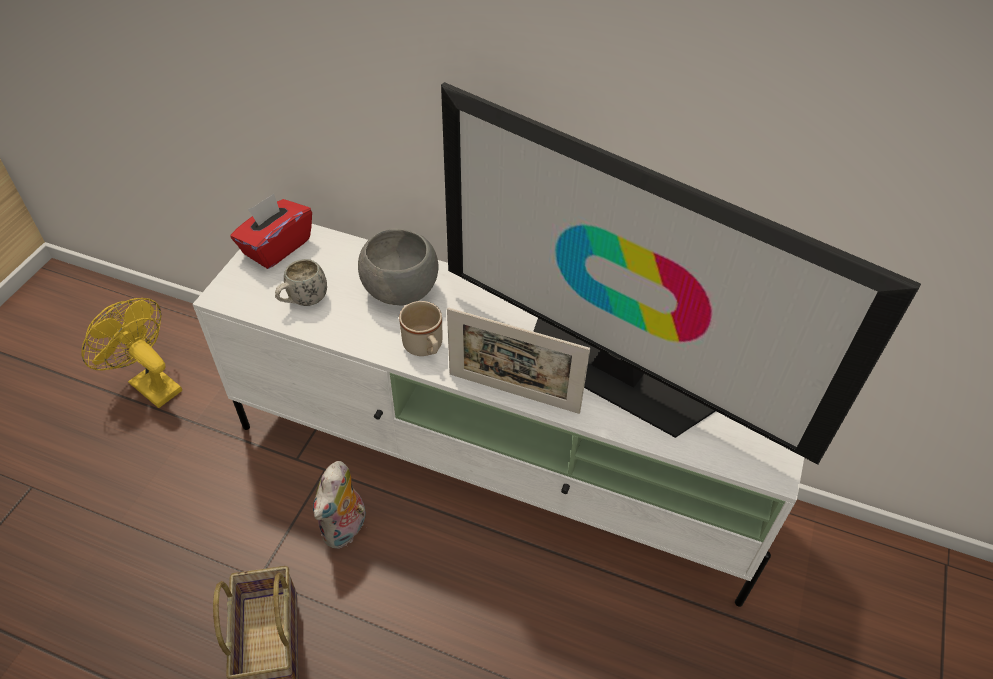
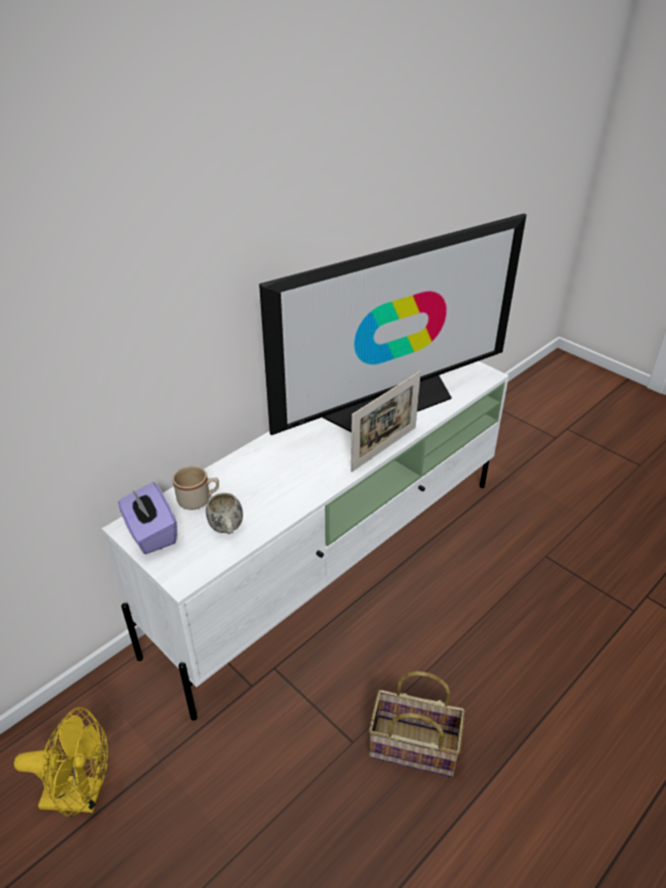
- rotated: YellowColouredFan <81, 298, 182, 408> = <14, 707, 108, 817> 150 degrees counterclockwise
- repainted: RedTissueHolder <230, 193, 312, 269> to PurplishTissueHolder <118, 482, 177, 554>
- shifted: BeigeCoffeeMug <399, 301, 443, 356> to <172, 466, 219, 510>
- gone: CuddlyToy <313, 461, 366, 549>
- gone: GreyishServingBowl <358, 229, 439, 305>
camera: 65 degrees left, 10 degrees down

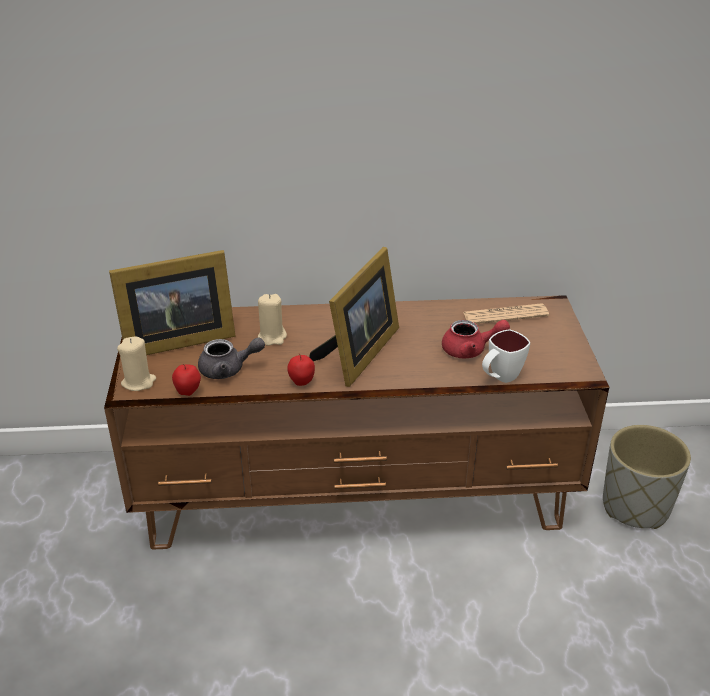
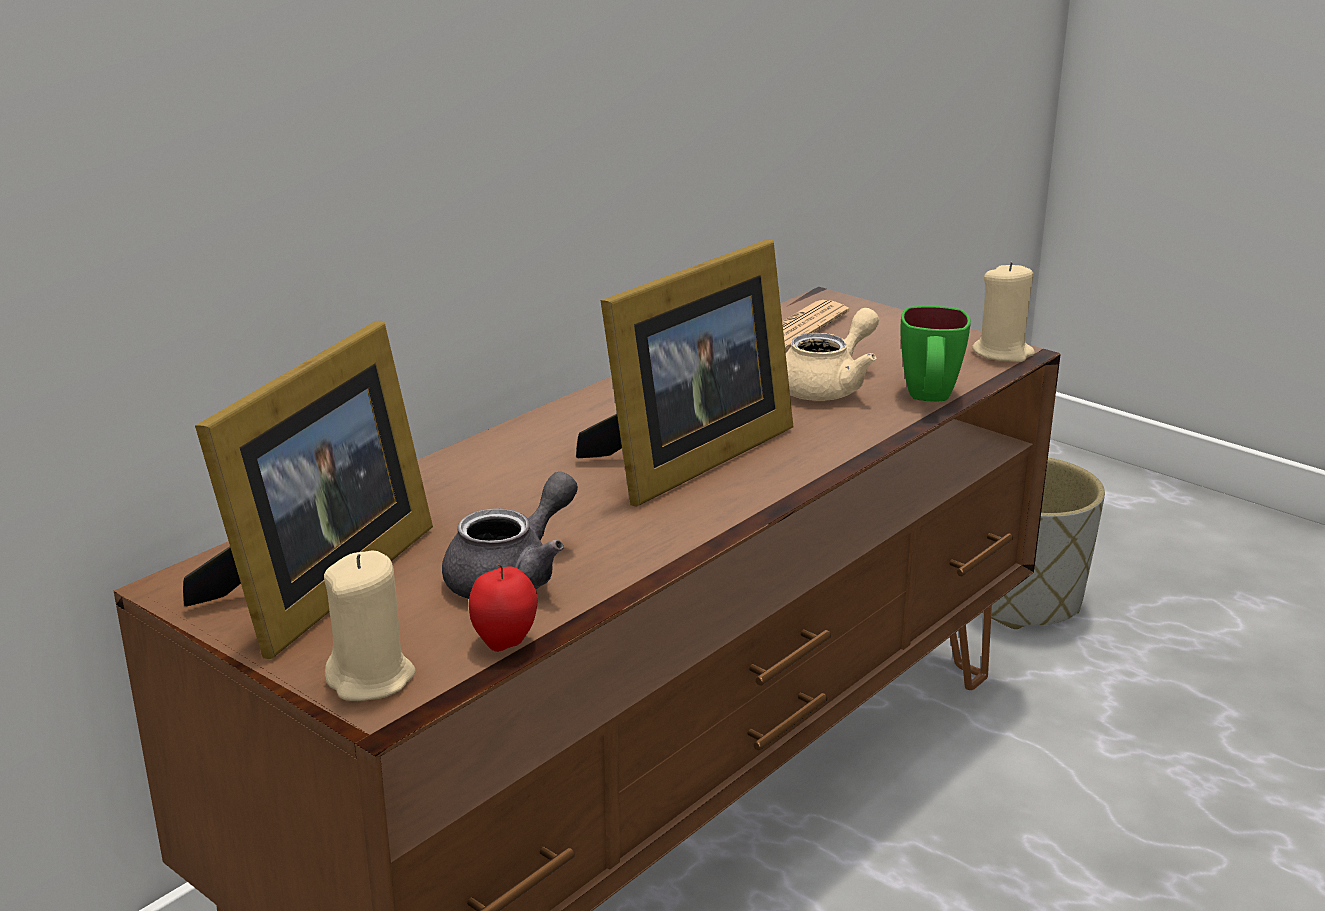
- rotated: PhotoFrame <309, 247, 399, 387> = <576, 239, 793, 506> 60 degrees clockwise
- repainted: RedPotForTea <442, 320, 510, 358> to BeigePotForTea <786, 308, 879, 401>
- repainted: WhitishCoffeeMug <482, 329, 530, 383> to GreenColouredCoffeeMug <901, 306, 971, 401>
- shifted: BeigeCandle <258, 294, 287, 346> to <972, 262, 1035, 362>
- gone: Apple <287, 353, 315, 386>
camera: 45 degrees left, 10 degrees down

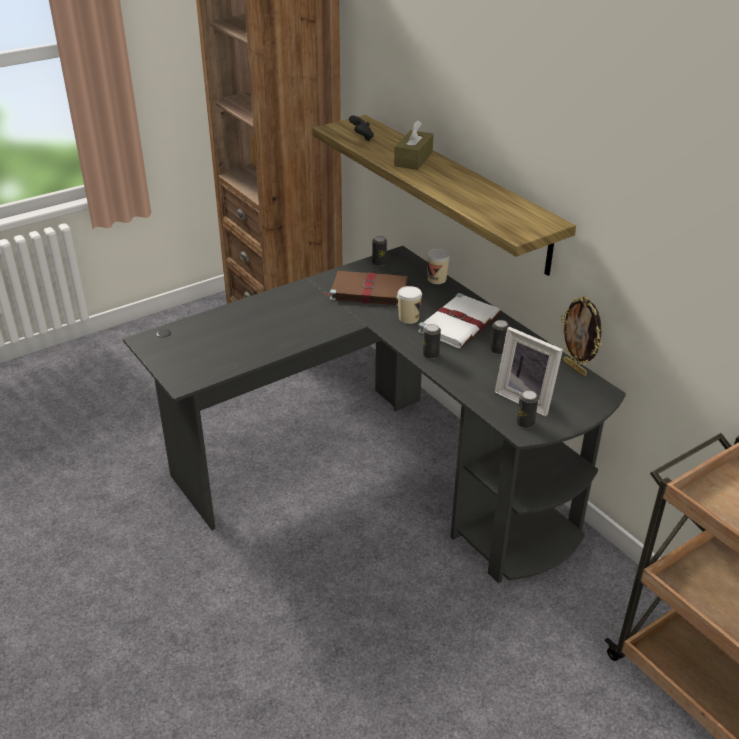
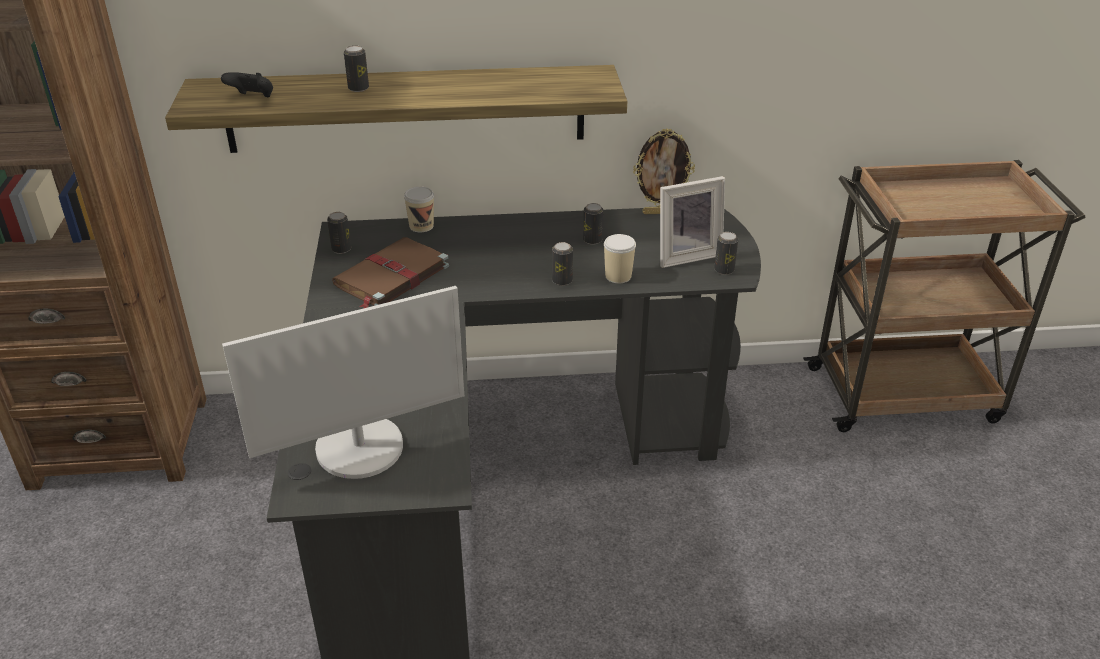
- new: Monitor <222, 286, 464, 479>
- swapped: BrownishTissueHolder <394, 121, 434, 170> to Can <344, 45, 369, 92>
- shifted: DrinkingCup <398, 286, 422, 324> to <604, 234, 636, 283>
- gone: WhitishVolume <418, 293, 501, 348>
camera: 60 degrees left, 0 degrees up

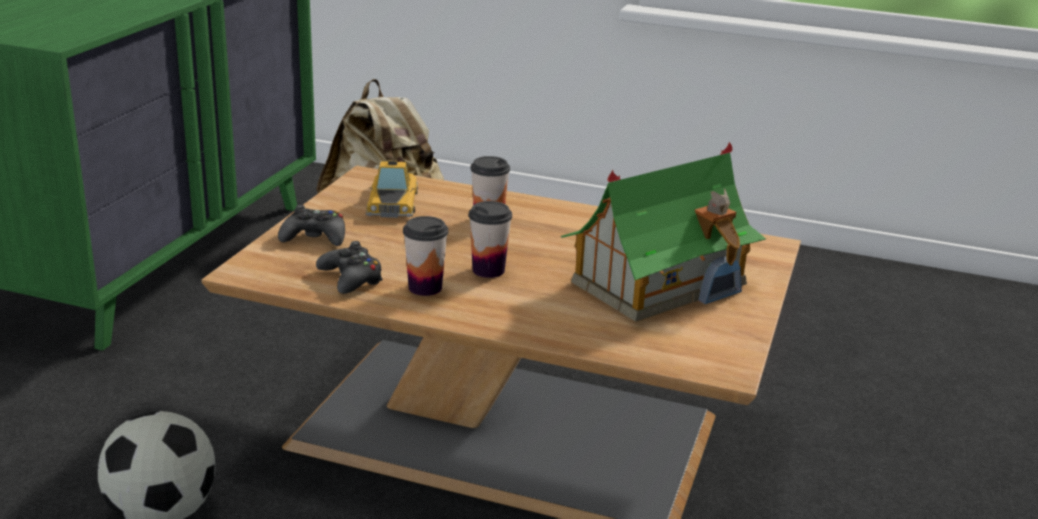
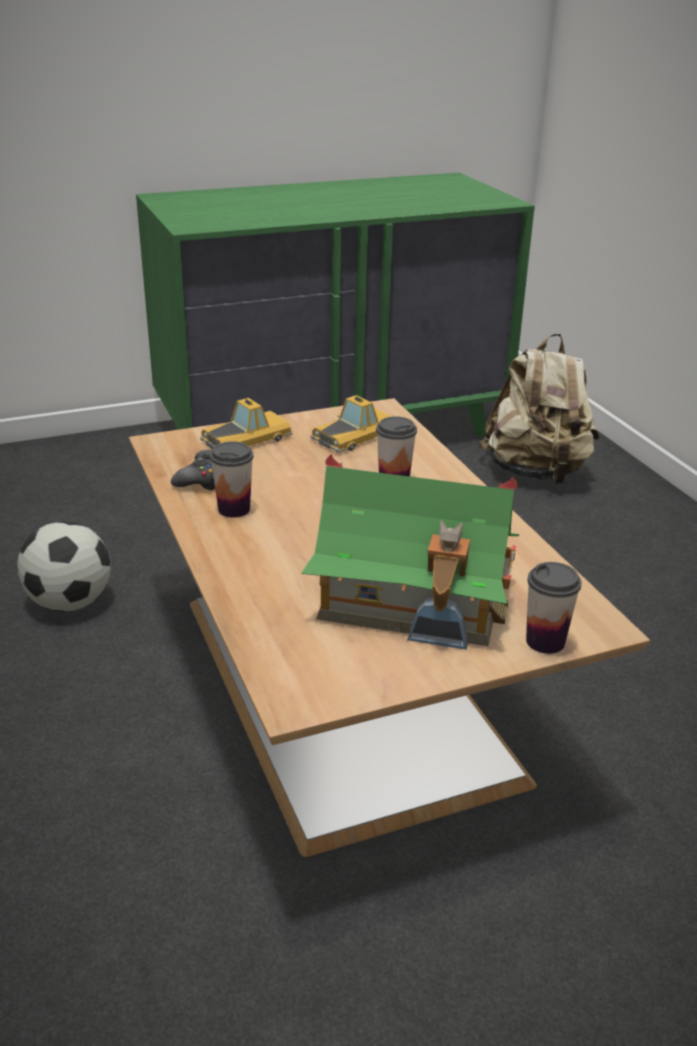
- swapped: BlackishGamepad <278, 205, 345, 246> to ToyCar <200, 398, 293, 450>
- shifted: DrinkingCup <469, 201, 512, 278> to <526, 562, 582, 654>
camera: 50 degrees right, 5 degrees up

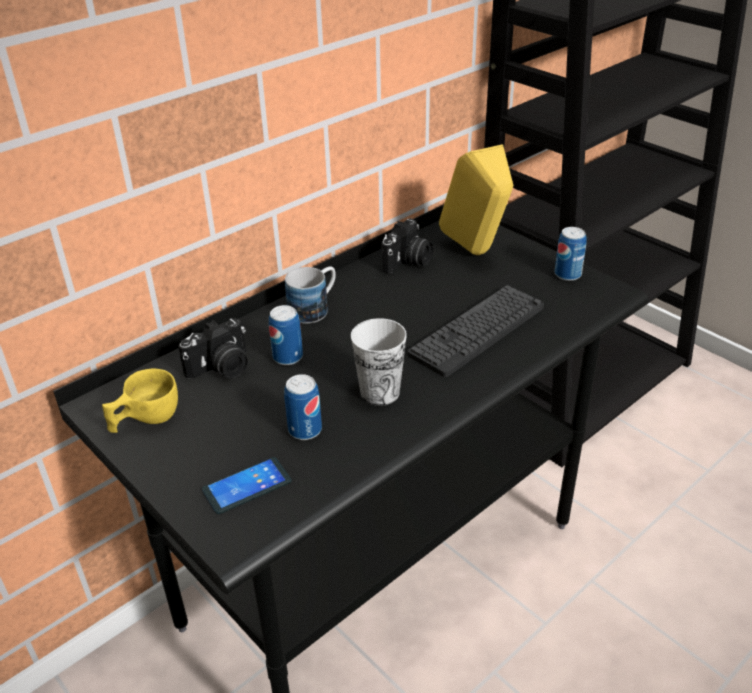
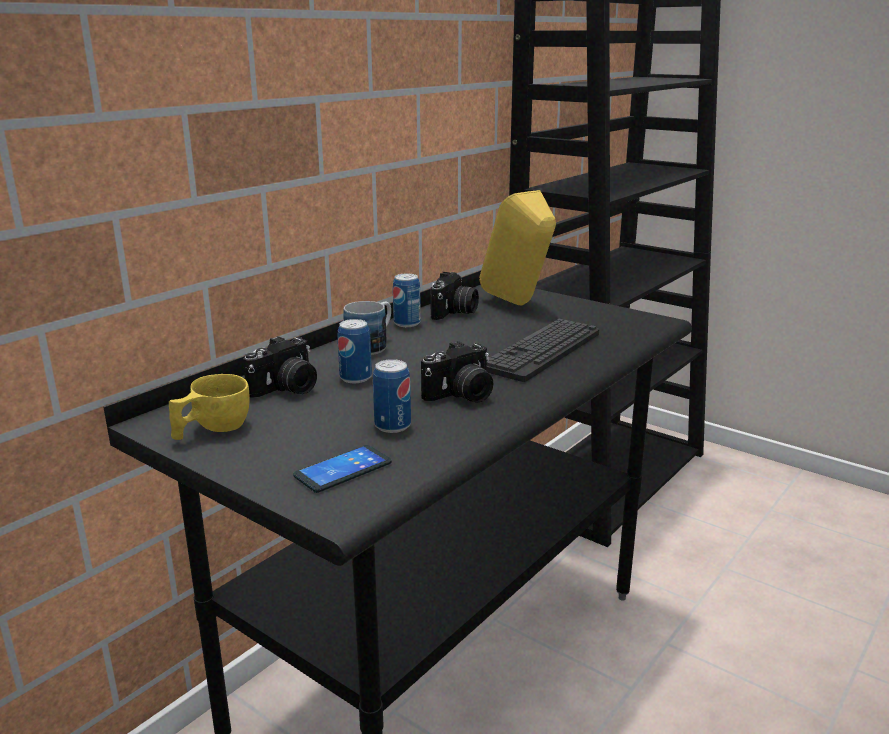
- shifted: Can <555, 227, 587, 281> to <393, 274, 421, 327>
- swapped: DrinkingCup <351, 318, 407, 406> to StillCamera <421, 341, 493, 403>
camera: 10 degrees left, 15 degrees down

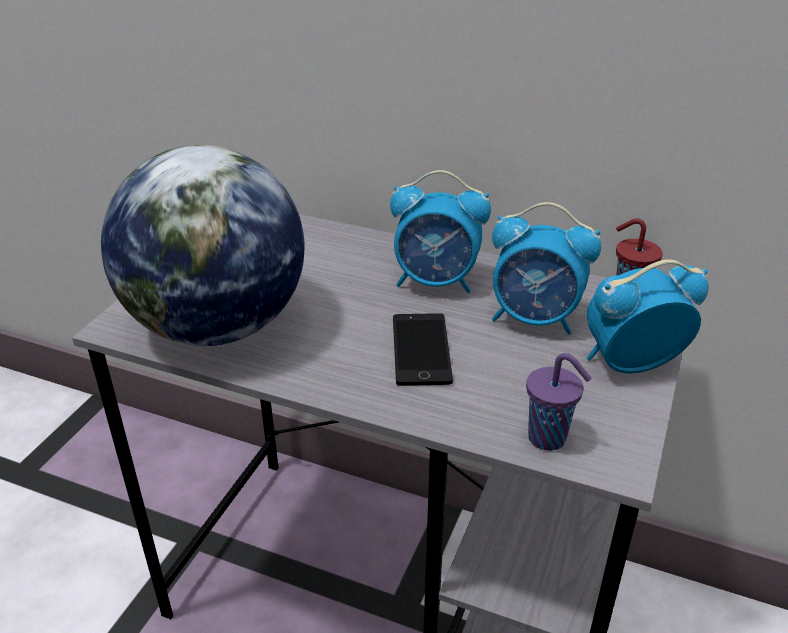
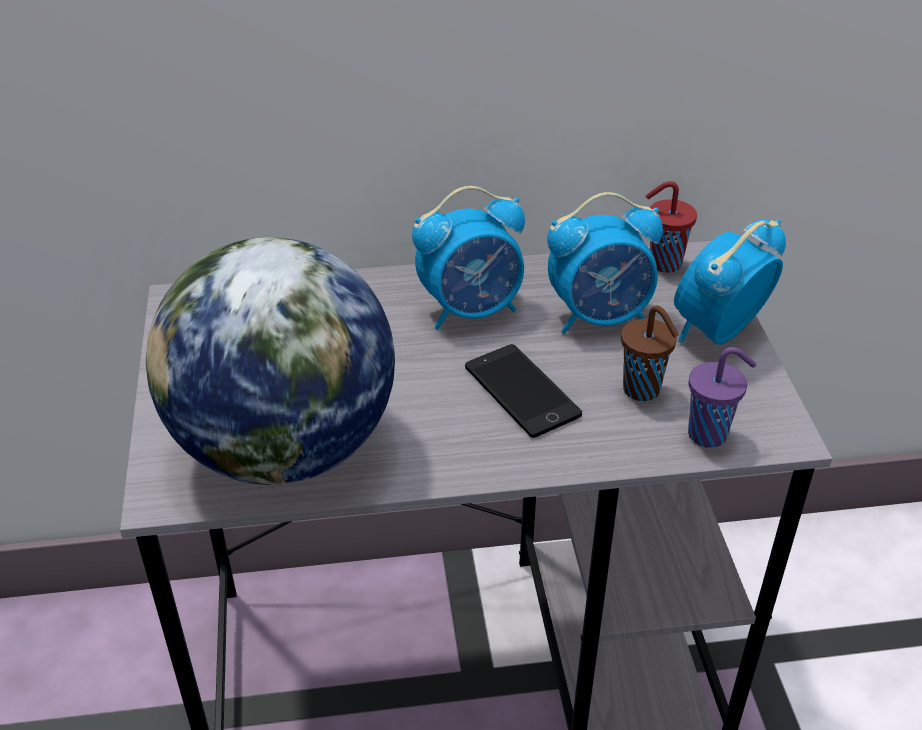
- new: BrownishDrinkingCup <621, 305, 679, 401>
camera: 30 degrees left, 5 degrees up

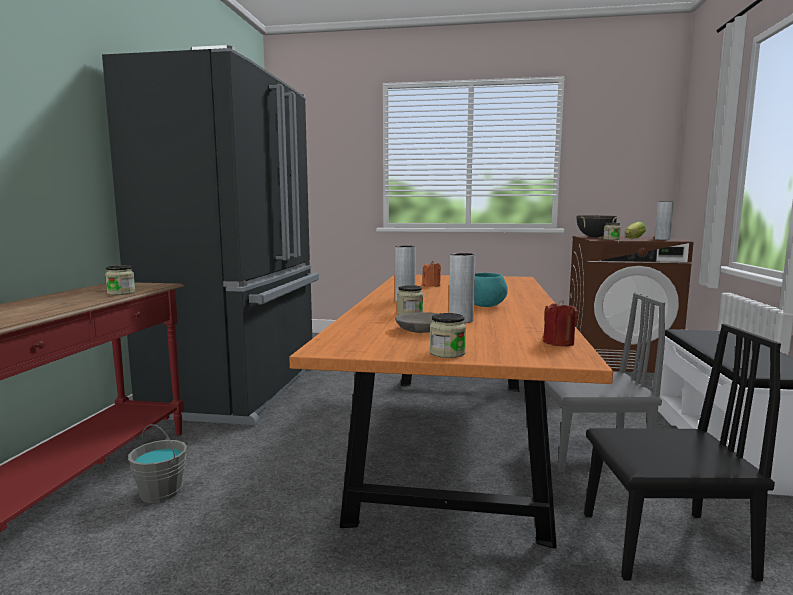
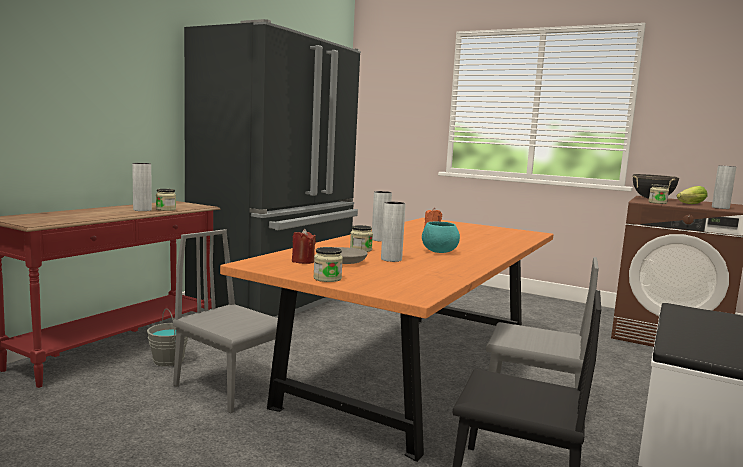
- new: GreyishFlowerVase <132, 163, 152, 211>
- new: GreyishChair <173, 229, 287, 413>
- shifted: RedCandle <543, 300, 578, 346> to <292, 229, 316, 264>
camera: 20 degrees right, 0 degrees up

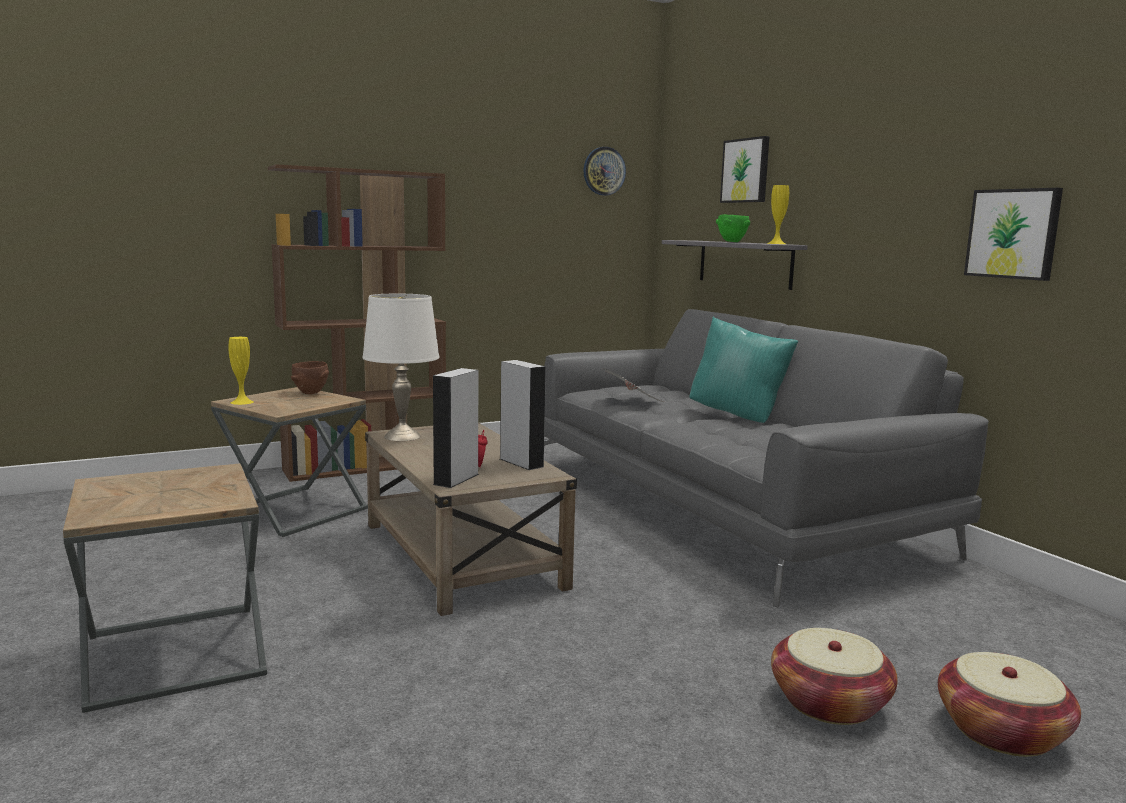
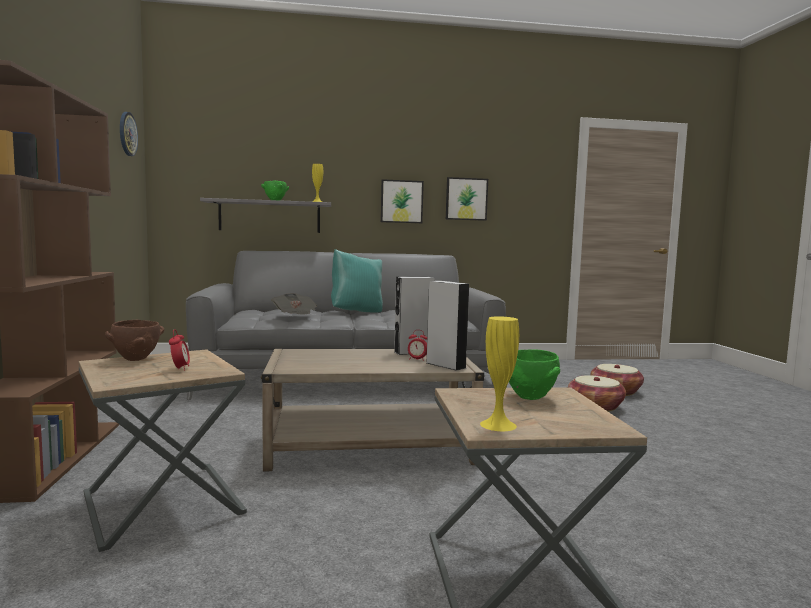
- new: AlarmClock <169, 329, 190, 371>
- shifted: Picture <720, 136, 770, 203> to <381, 179, 424, 223>
- shifted: YellowColouredFlowerVase <228, 337, 254, 405> to <480, 316, 519, 431>
- new: GreenColouredServingBowl <509, 349, 560, 400>
- gone: WhitishLampForATable <362, 294, 440, 441>
camera: 70 degrees left, 5 degrees down

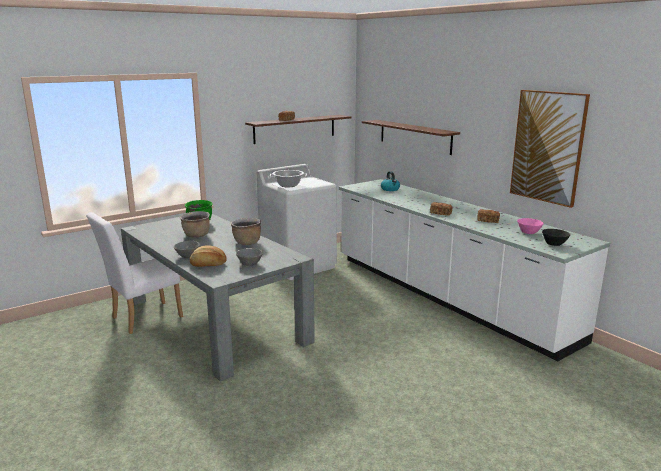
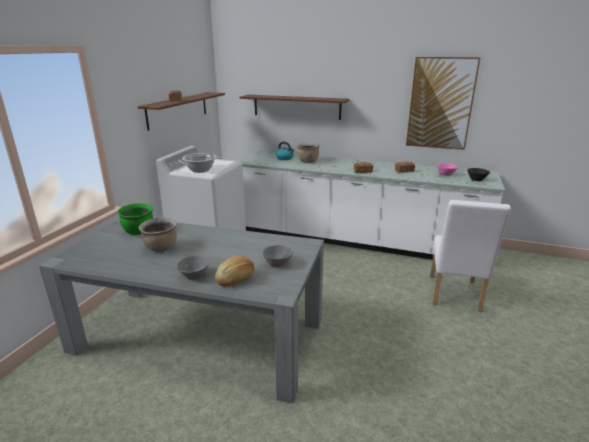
- shifted: BrownishSaucepot <231, 218, 261, 245> to <297, 143, 320, 163>
- shifted: WhitishChair <86, 212, 183, 334> to <430, 200, 511, 312>
camera: 35 degrees left, 5 degrees up

